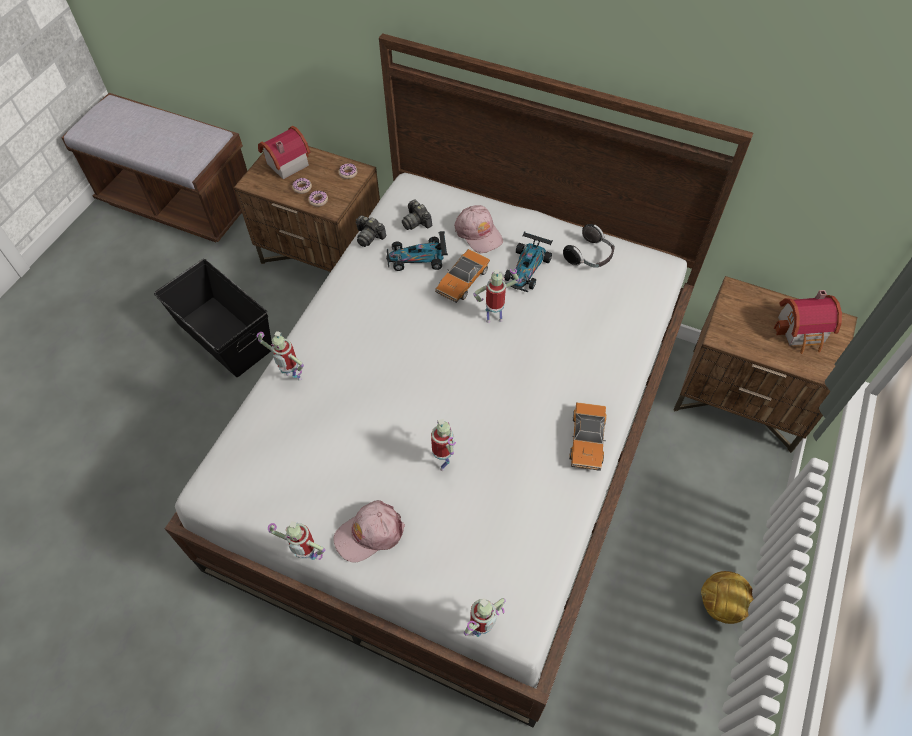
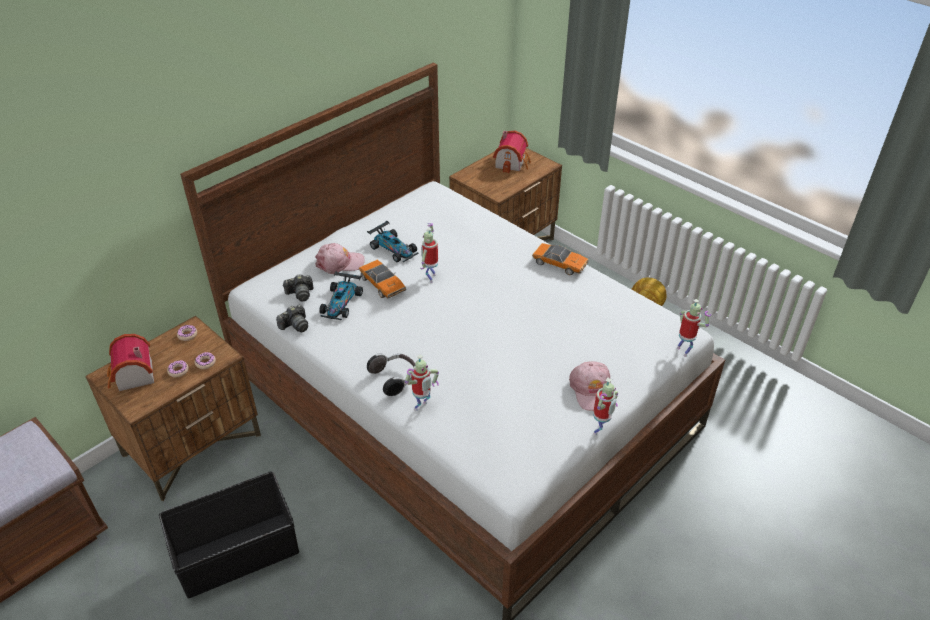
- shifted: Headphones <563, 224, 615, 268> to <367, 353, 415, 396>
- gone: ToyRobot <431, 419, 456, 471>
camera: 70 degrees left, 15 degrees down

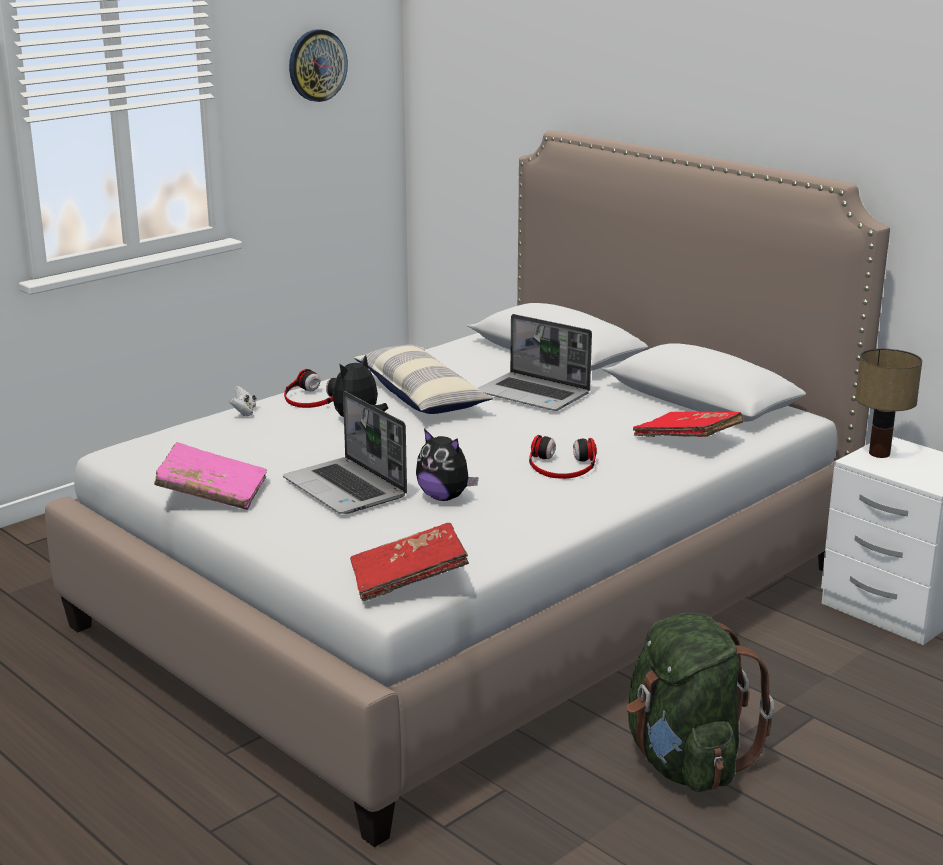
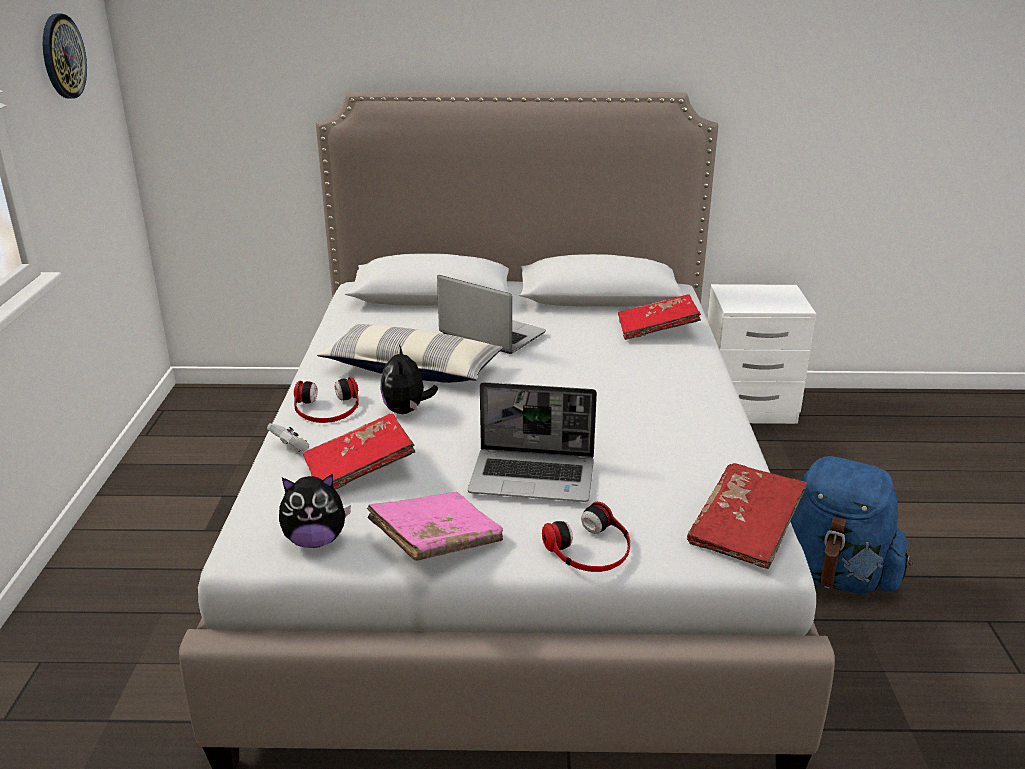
- shifted: CuddlyToy <416, 429, 479, 501> to <279, 474, 351, 548>
- new: RedVolume <303, 414, 415, 490>
- rotated: PortableComputer <478, 314, 592, 411> = <437, 275, 546, 354> 135 degrees counterclockwise
- shifted: Headphones <529, 435, 597, 479> to <542, 502, 630, 572>
- repainted: GreenColouredBackpack <627, 613, 775, 792> to BlueBackpack <790, 456, 912, 593>
- gone: LampForATable <855, 349, 922, 458>
camera: 45 degrees left, 5 degrees up

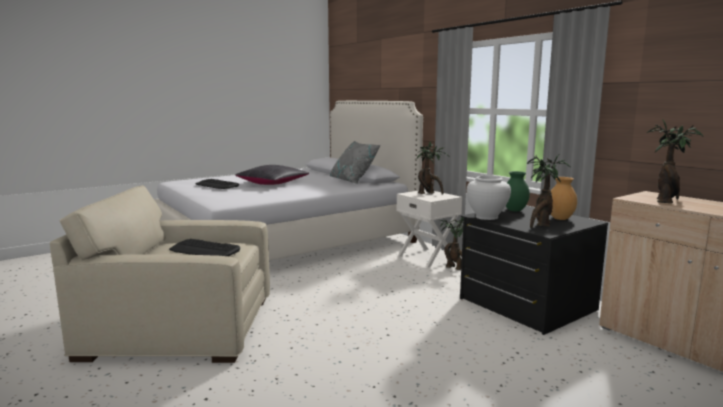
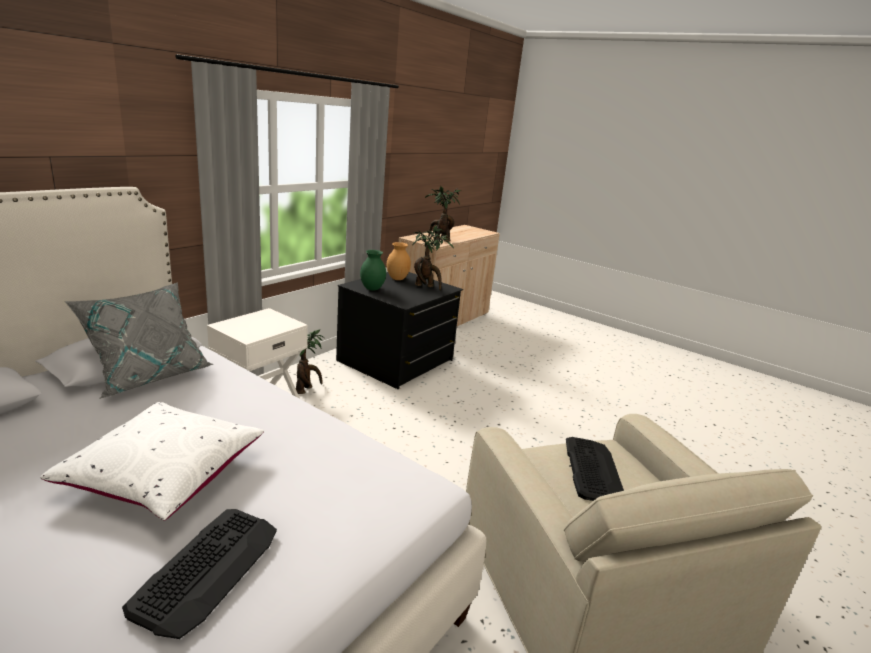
- repainted: BlackishPillow <235, 165, 309, 185> to WhitishPillow <40, 402, 264, 521>
- gone: PottedPlant <416, 141, 450, 195>
- gone: WhitishFlowerVase <466, 176, 511, 220>
camera: 110 degrees left, 10 degrees up

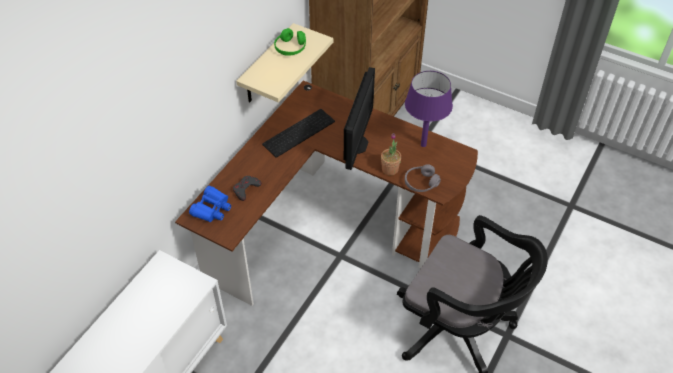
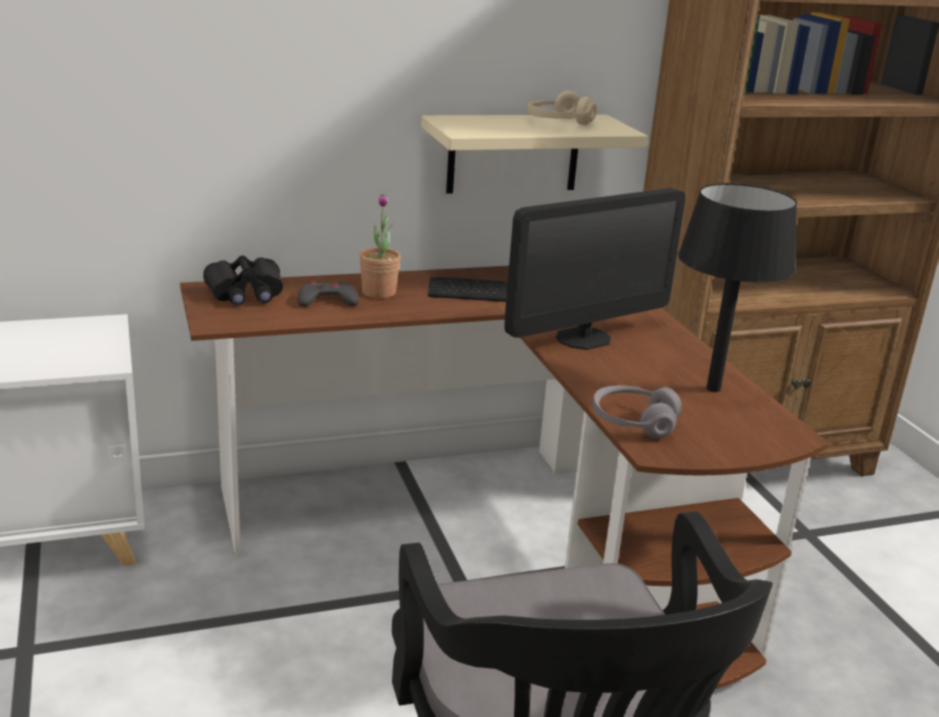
- repainted: BlueFieldGlasses <189, 186, 231, 222> to BlackishFieldGlasses <203, 256, 283, 306>
- shifted: PottedPlant <381, 133, 401, 175> to <359, 194, 401, 299>
- repainted: GreenColouredHeadphones <274, 28, 306, 56> to BeigeHeadphones <527, 91, 597, 125>
- repainted: PurplishLampForATable <405, 71, 453, 147> to BlackishLampForATable <678, 183, 797, 392>
camera: 40 degrees right, 25 degrees down

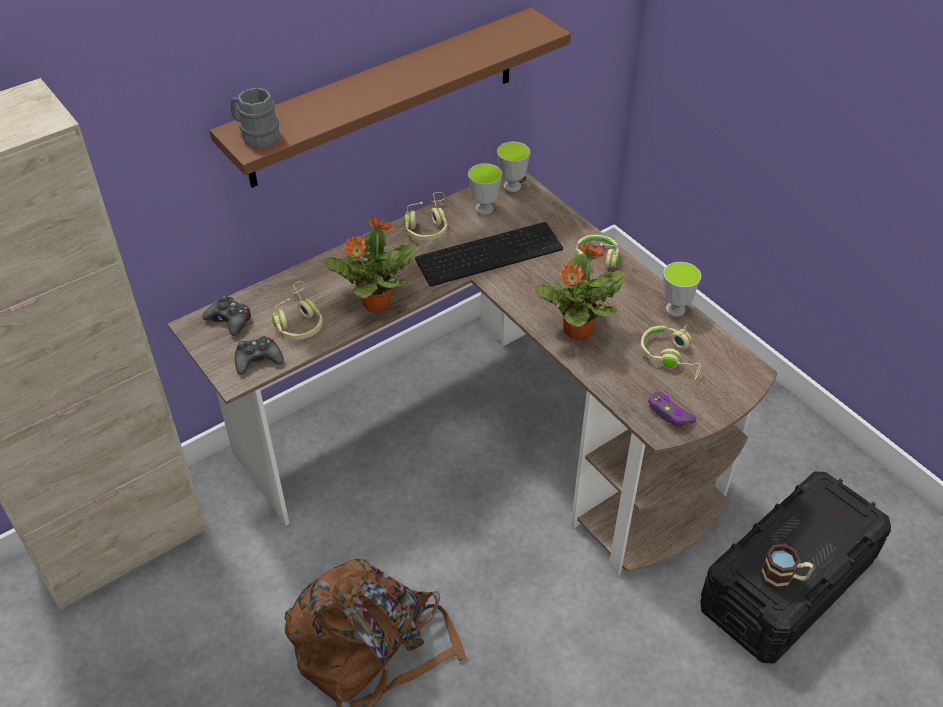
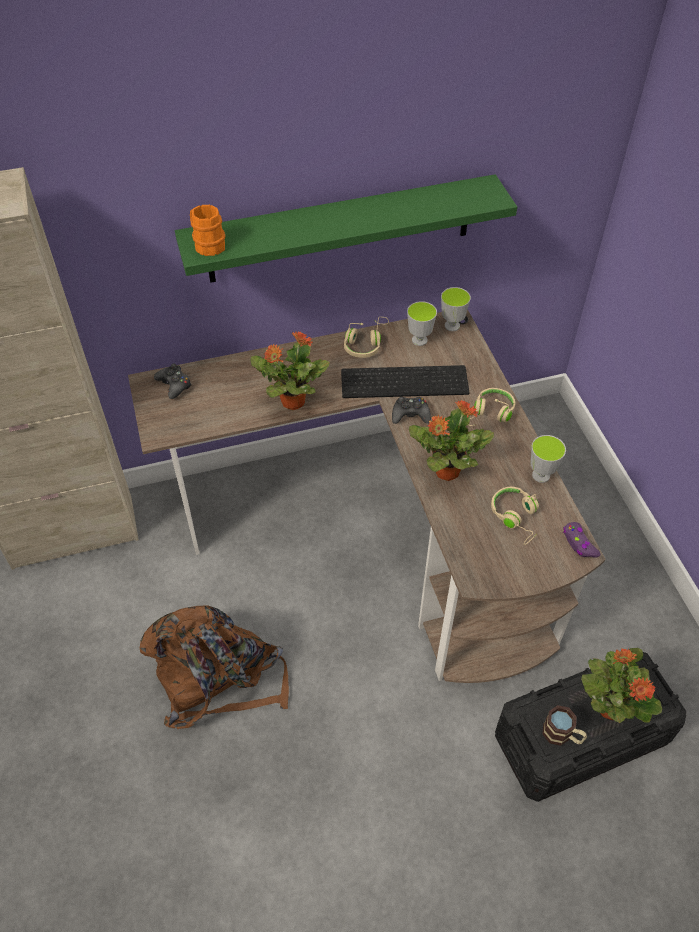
- repainted: BrownishWallShelf <209, 8, 571, 188> to GreenColouredWallShelf <175, 174, 517, 283>
- repainted: GreyishCoffeeMug <230, 88, 280, 149> to OrangeyCoffeeMug <190, 205, 225, 256>
- shifted: BlackishGamepad <235, 336, 284, 375> to <392, 397, 431, 424>
- shifted: PurplishGamepad <648, 392, 696, 426> to <563, 522, 601, 558>
- new: PottedPlant <581, 648, 662, 723>
- gone: BeigeHeadphones <272, 281, 323, 340>
camera: 20 degrees right, 5 degrees up

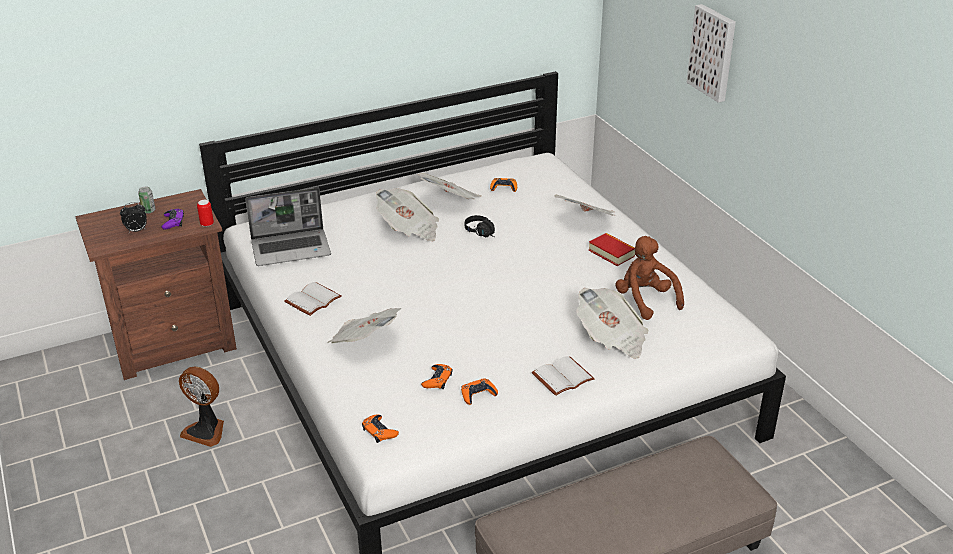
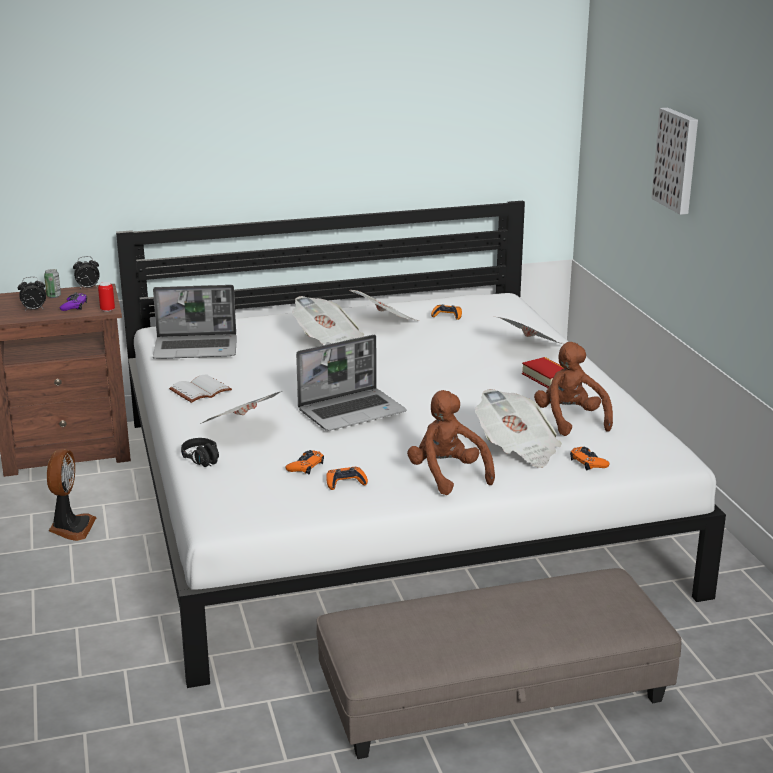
- rotated: Fan <179, 366, 224, 447> = <47, 449, 97, 541> 120 degrees counterclockwise
- new: AlarmClock <73, 256, 100, 289>
- shifted: BlackishHeadphones <465, 215, 495, 237> to <181, 438, 219, 467>
- new: PortableComputer <296, 335, 407, 431>
- swapped: WhitishVolume <532, 356, 595, 396> to BrownishCuddlyToy <407, 390, 495, 495>
- shifted: OrangeyGamepad <362, 415, 399, 443> to <570, 446, 610, 471>
camera: 10 degrees right, 10 degrees down

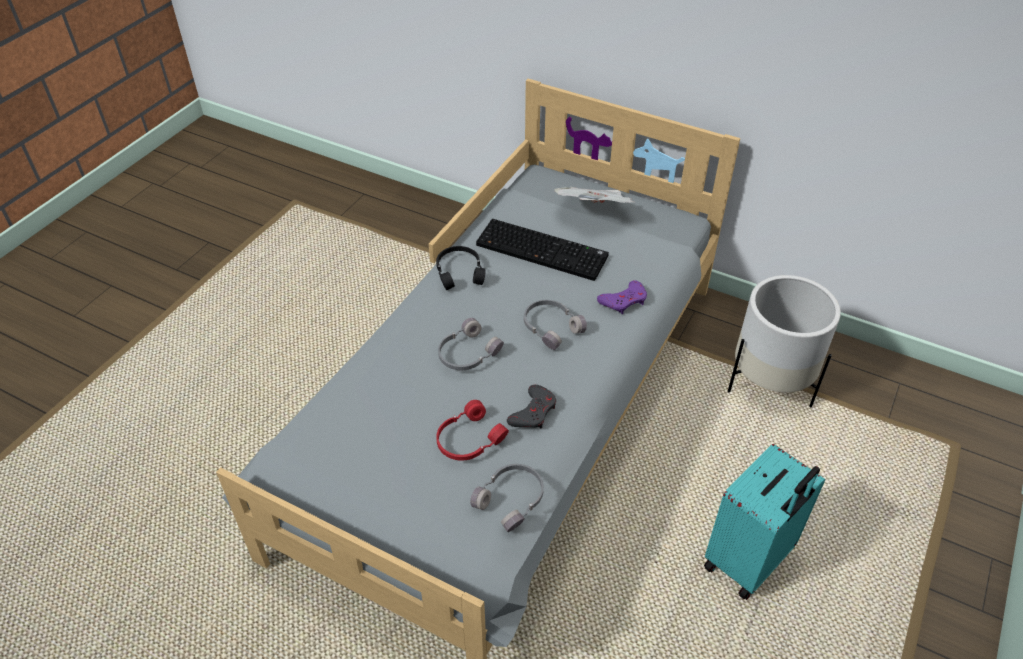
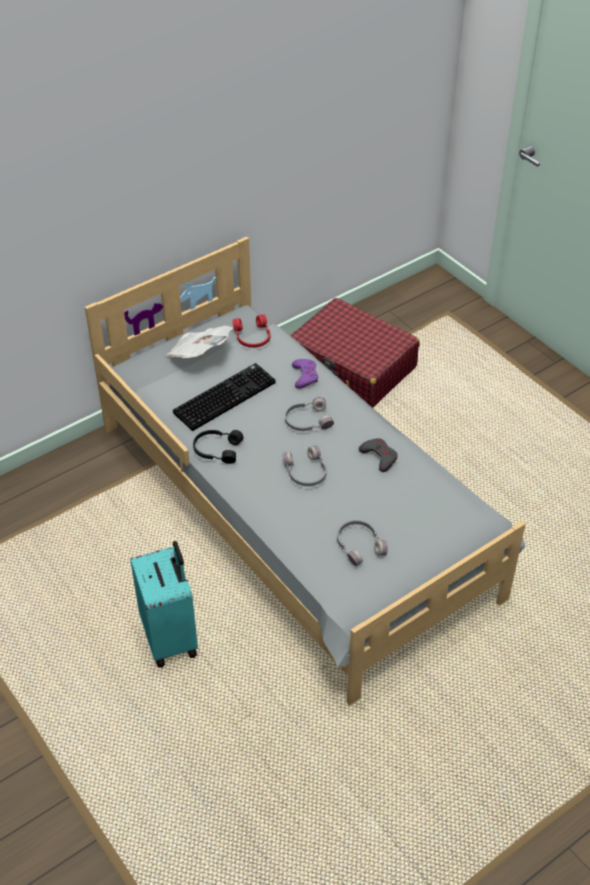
- shifted: TurquoisePieceOfLuggage <704, 444, 826, 600> to <130, 541, 198, 667>
- shifted: RedHeadphones <436, 400, 509, 461> to <233, 315, 270, 348>
- swapped: WhitishFlowerPot <728, 275, 841, 407> to RedPieceOfLuggage <291, 298, 420, 408>
- shifted: GreyishHeadphones <470, 464, 544, 532> to <337, 520, 388, 566>
camera: 65 degrees left, 0 degrees up

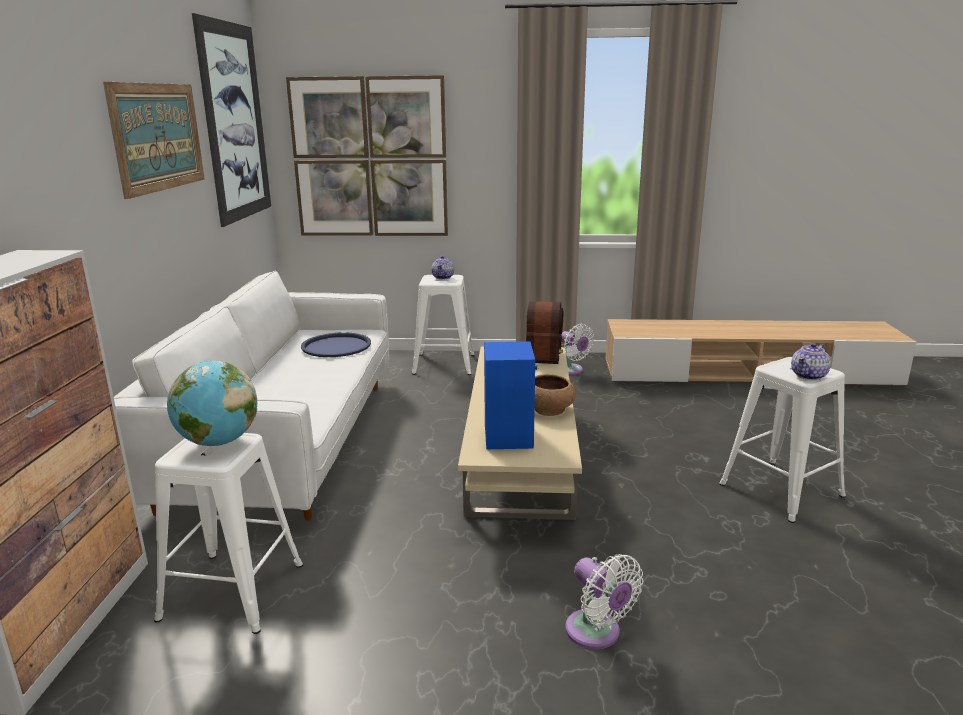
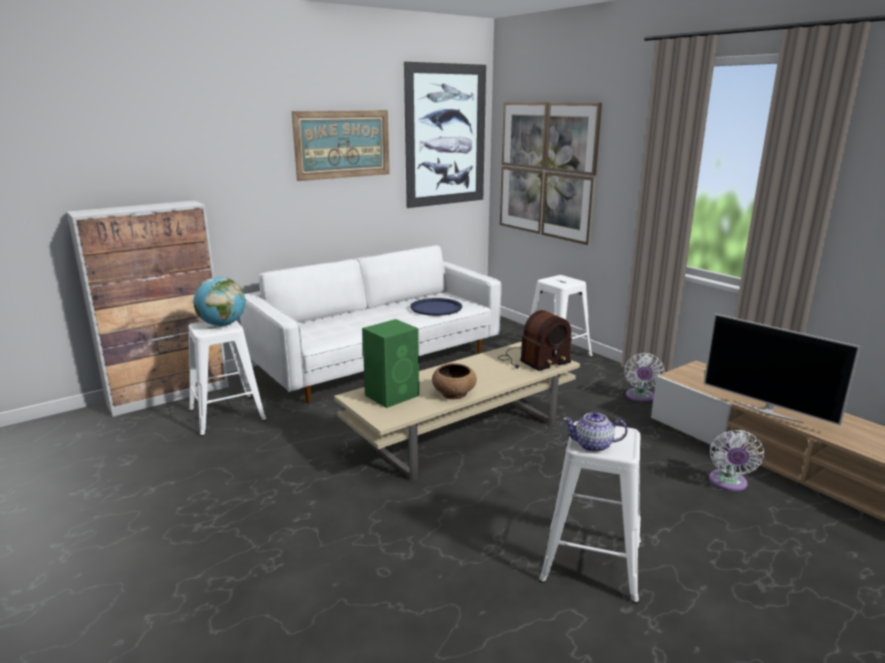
- repainted: BlueAudioSpeaker <484, 341, 535, 449> to GreenColouredAudioSpeaker <362, 319, 419, 408>
- new: Television <704, 314, 860, 426>
- shifted: WhitishFan <565, 554, 643, 649> to <709, 430, 764, 491>
- gone: PotForTea <431, 256, 454, 279>
camera: 50 degrees right, 0 degrees up

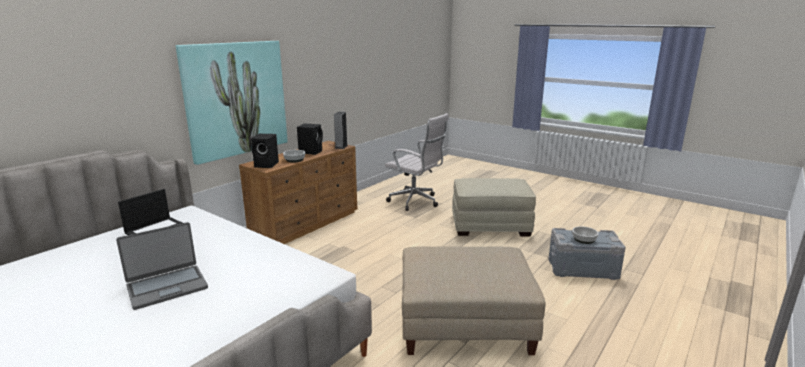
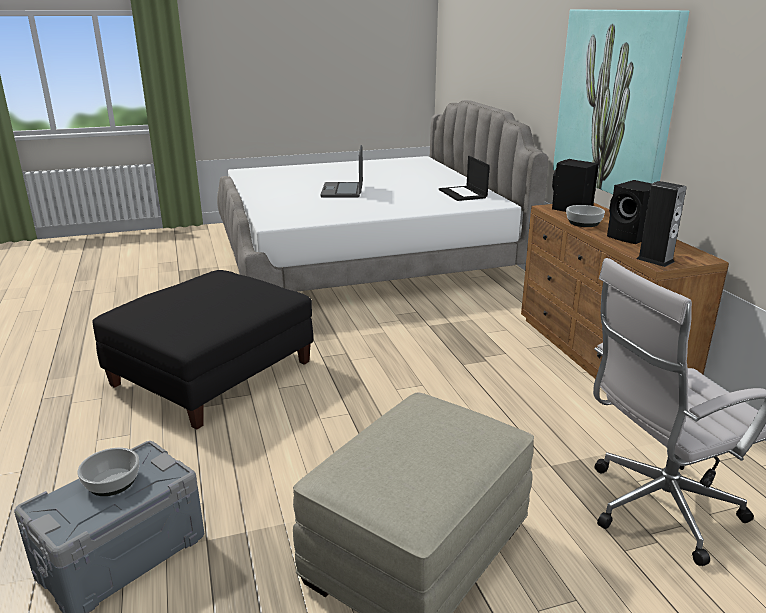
- repainted: BeigePouffe <402, 246, 545, 355> to BlackishPouffe <92, 270, 313, 429>
camera: 125 degrees right, 5 degrees up

